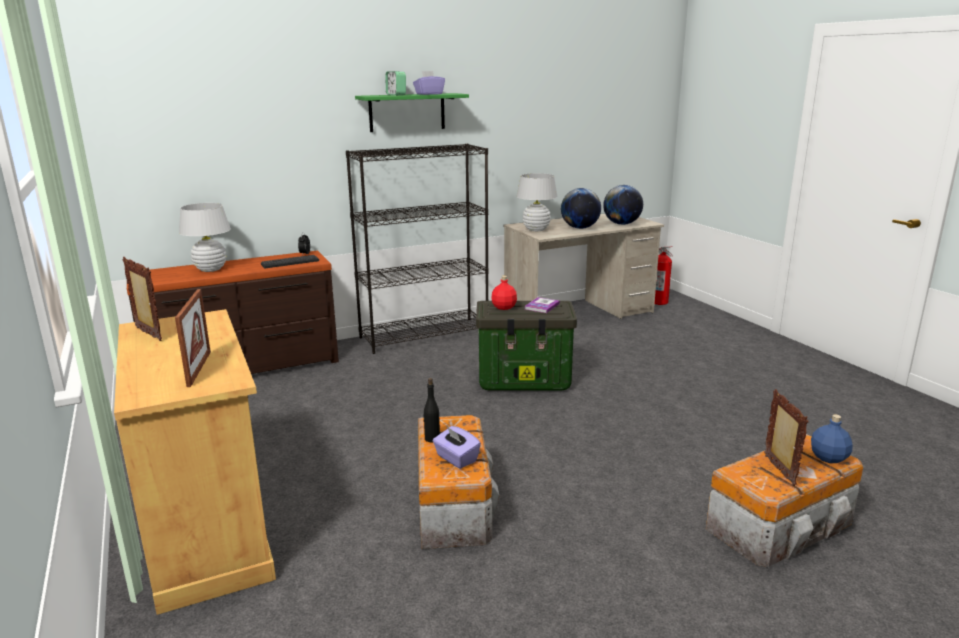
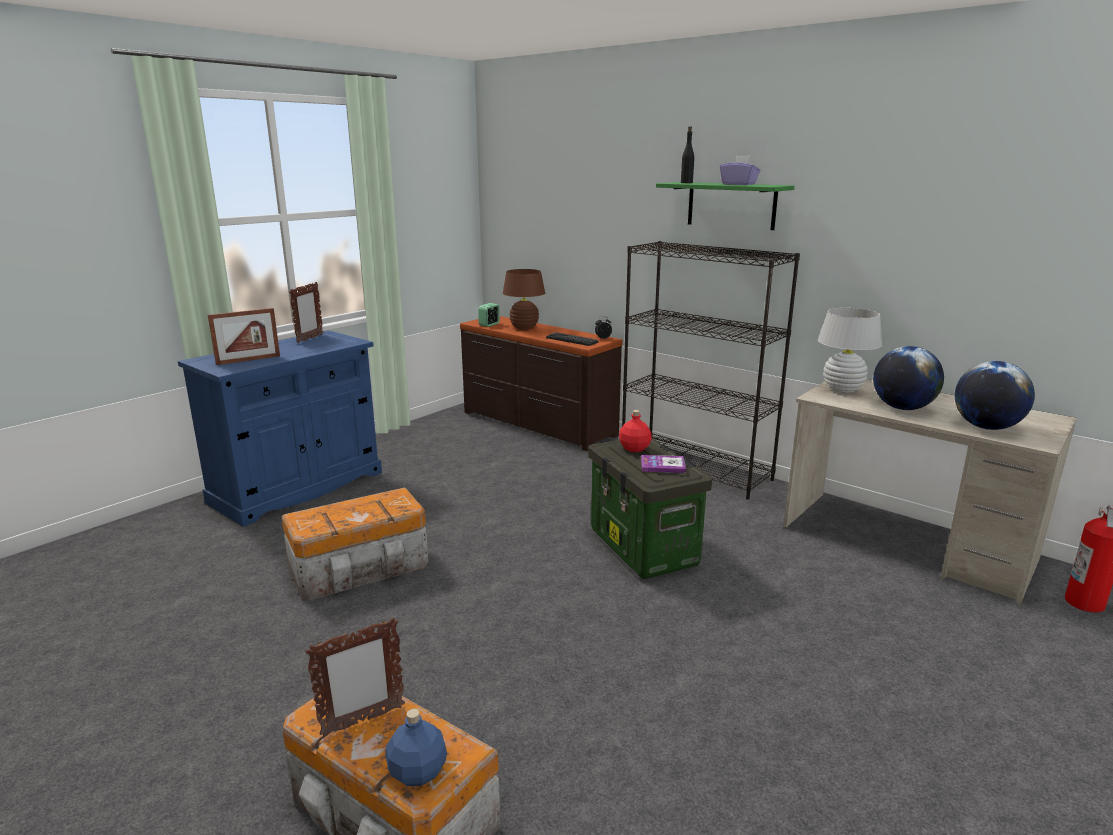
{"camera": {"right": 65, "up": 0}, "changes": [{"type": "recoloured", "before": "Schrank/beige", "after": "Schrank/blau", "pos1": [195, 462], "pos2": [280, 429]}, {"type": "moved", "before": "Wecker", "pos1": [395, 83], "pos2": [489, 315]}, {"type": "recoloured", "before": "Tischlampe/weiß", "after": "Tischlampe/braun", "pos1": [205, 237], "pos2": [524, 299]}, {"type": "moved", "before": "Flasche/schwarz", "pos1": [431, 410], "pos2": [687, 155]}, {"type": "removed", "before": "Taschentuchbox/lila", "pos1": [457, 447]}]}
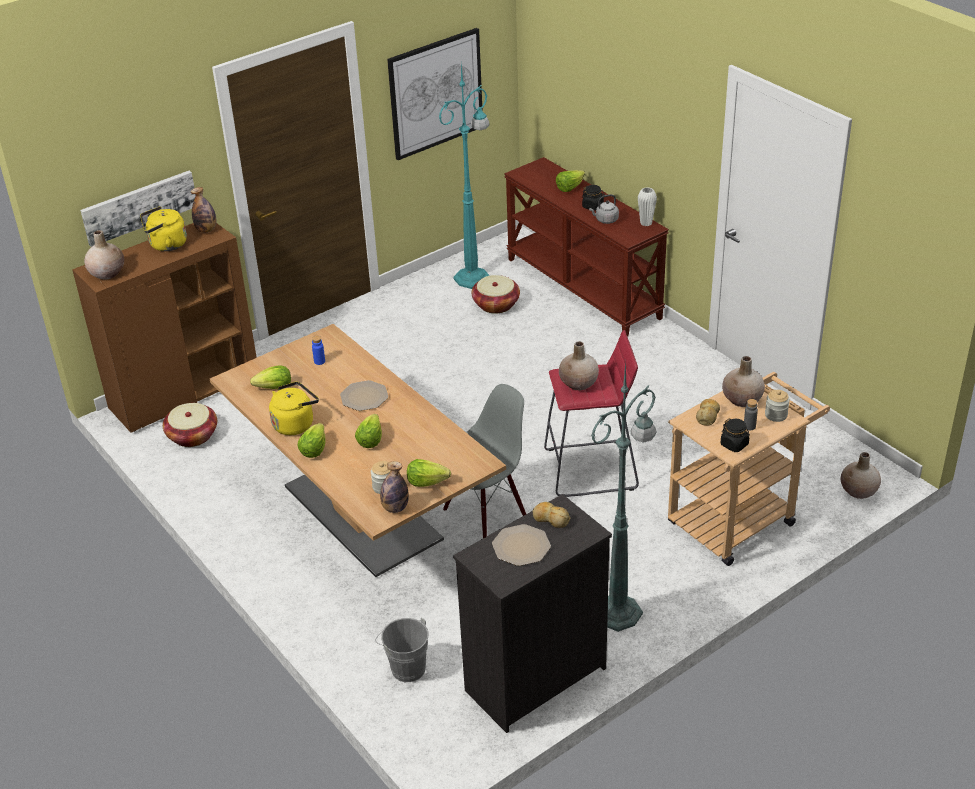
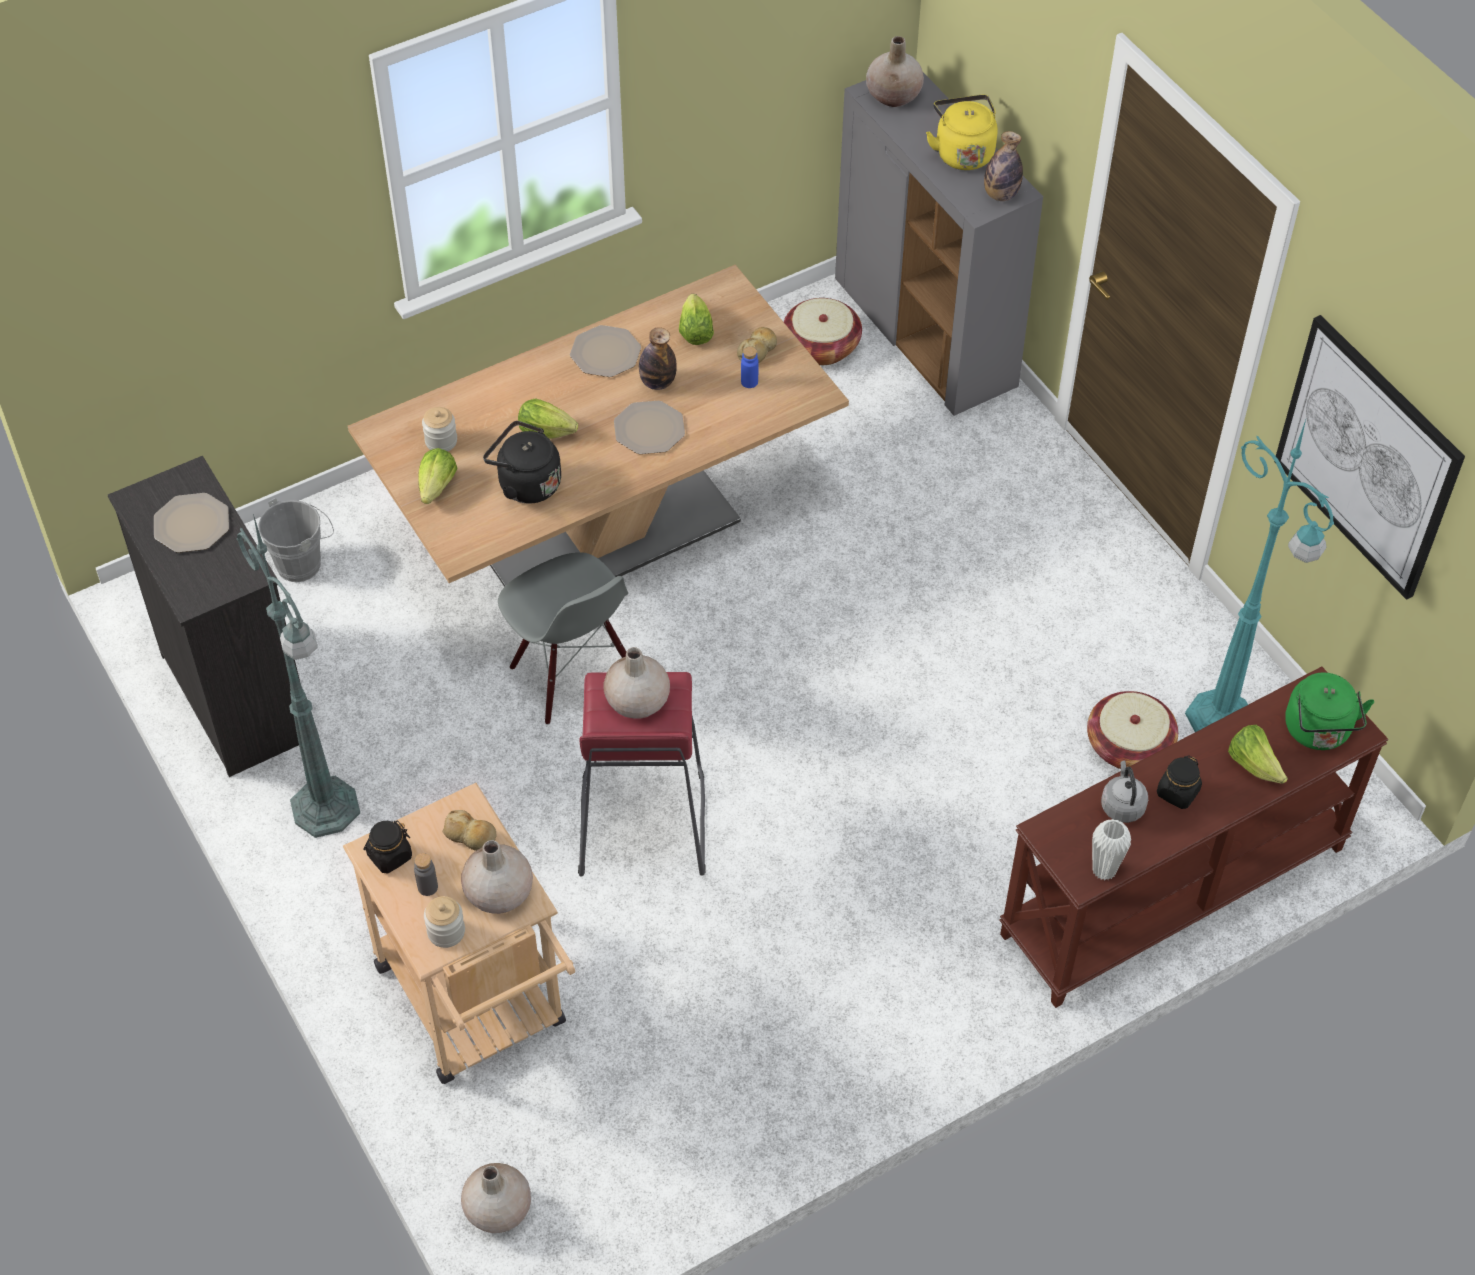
{"camera": {"right": 95, "up": 15}, "changes": [{"type": "added", "after": "Wasserkessel/schwarz", "pos2": [522, 462]}, {"type": "replaced", "before": "Wasserkessel/gelb", "after": "Teller", "pos1": [294, 408], "pos2": [605, 351]}, {"type": "moved", "before": "Flasche", "pos1": [394, 487], "pos2": [658, 358]}, {"type": "moved", "before": "Brot", "pos1": [551, 515], "pos2": [757, 345]}, {"type": "recoloured", "before": "Schrank/braun", "after": "Schrank/grau", "pos1": [164, 328], "pos2": [939, 244]}, {"type": "added", "after": "Wasserkessel/grün", "pos2": [1329, 711]}, {"type": "removed", "before": "Bild", "pos1": [138, 209]}, {"type": "removed", "before": "Salatkopf", "pos1": [312, 440]}]}
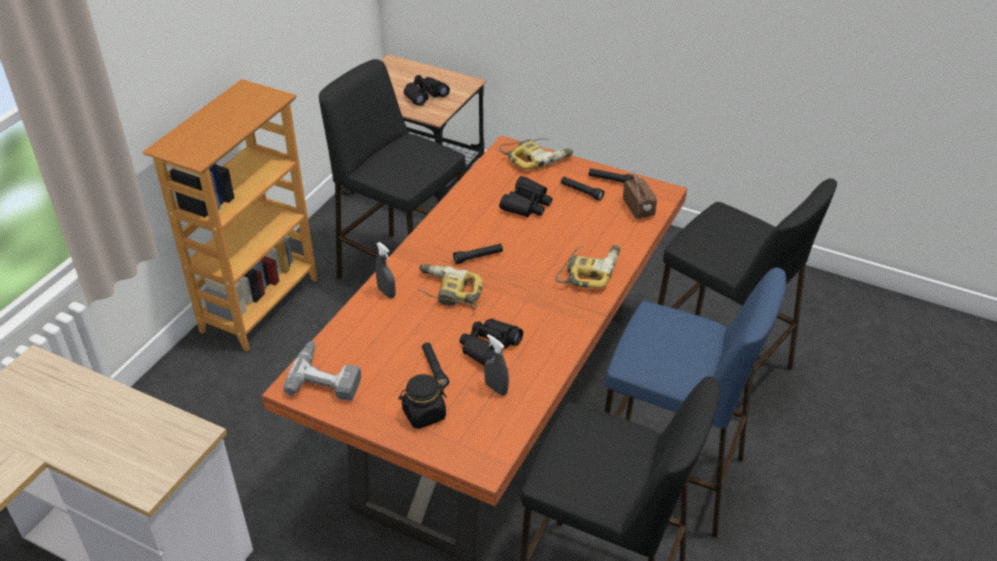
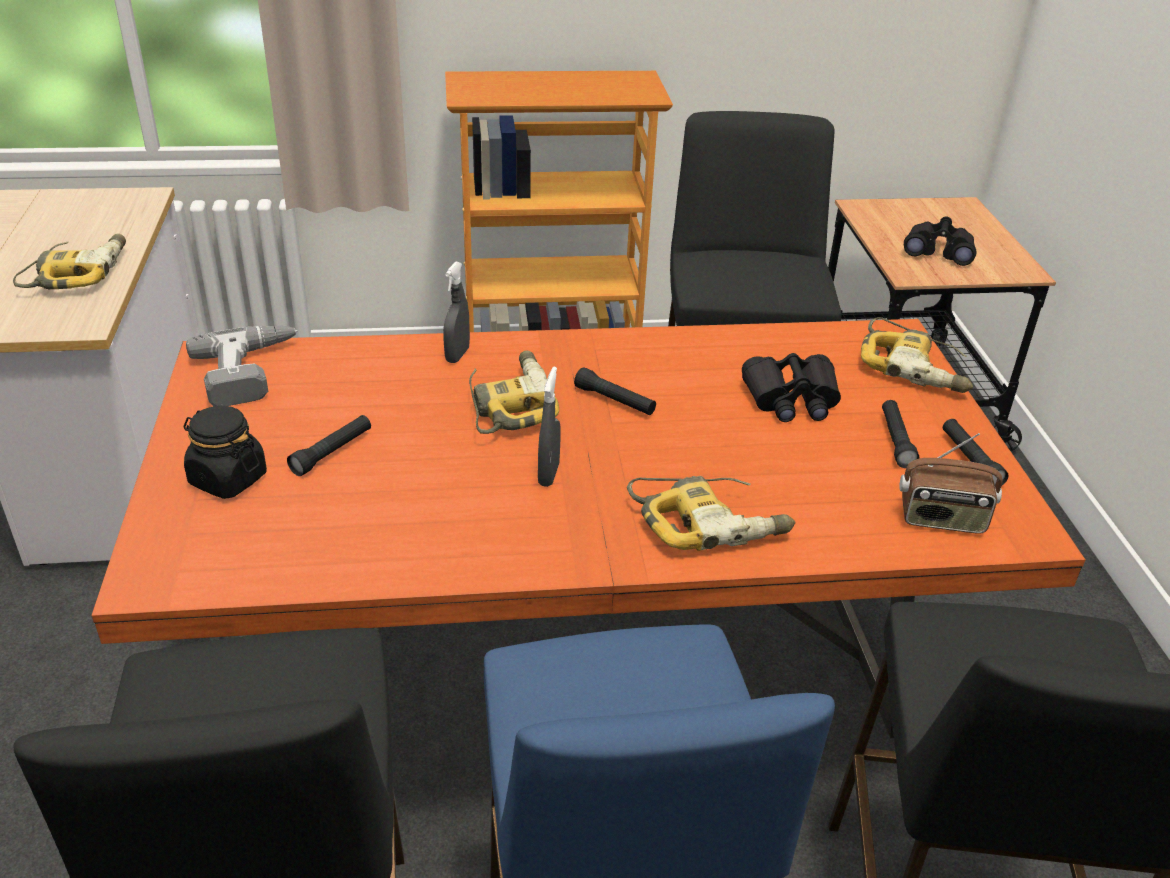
{"camera": {"right": 55, "up": -5}, "changes": [{"type": "added", "after": "Bohrmaschine", "pos2": [69, 261]}, {"type": "moved", "before": "Sprühflasche/grau", "pos1": [496, 365], "pos2": [549, 427]}, {"type": "turned", "before": "Radio", "pos1": [640, 194], "pos2": [951, 483], "turn": 60}, {"type": "removed", "before": "Fernglas/schwarz", "pos1": [491, 342]}]}
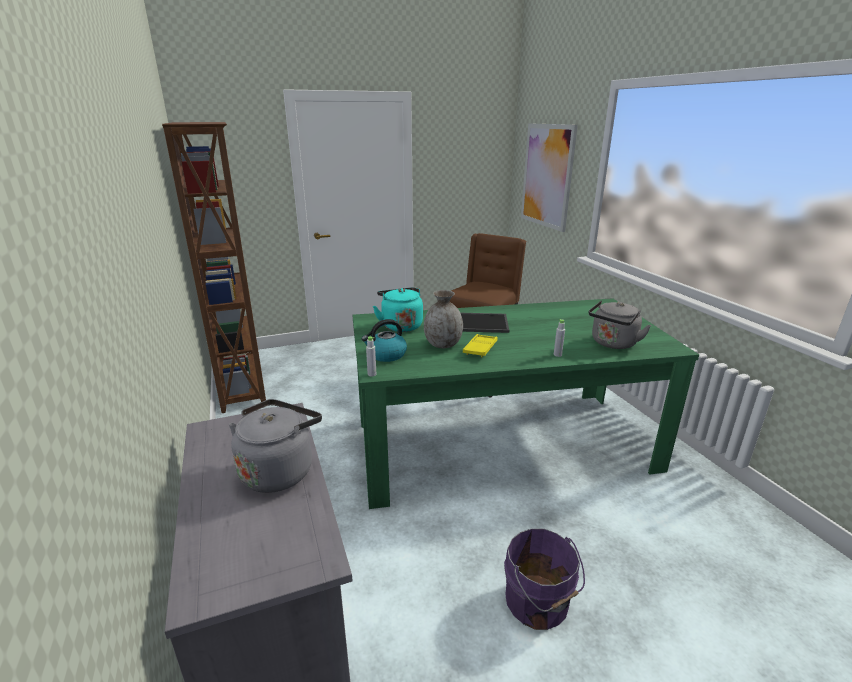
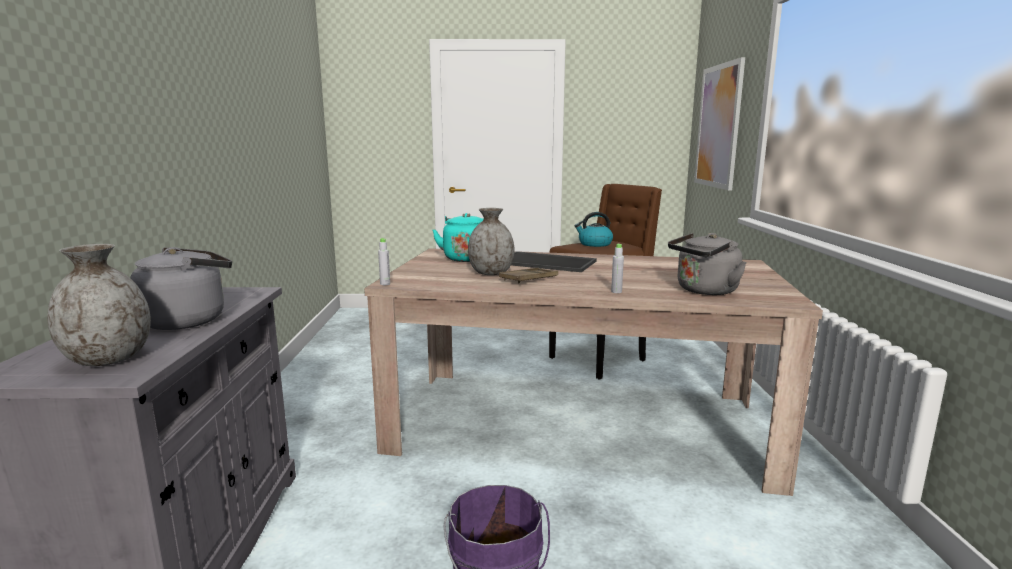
{"camera": {"right": 20, "up": -10}, "changes": [{"type": "added", "after": "Vase/grau", "pos2": [99, 305]}, {"type": "recoloured", "before": "Esstisch/grün", "after": "Esstisch/beige", "pos1": [525, 403], "pos2": [593, 372]}, {"type": "recoloured", "before": "Tablett/gelb", "after": "Tablett/braun", "pos1": [480, 345], "pos2": [528, 275]}, {"type": "moved", "before": "Wasserkessel", "pos1": [384, 340], "pos2": [593, 229]}, {"type": "removed", "before": "Bücherregal/braun", "pos1": [214, 267]}]}
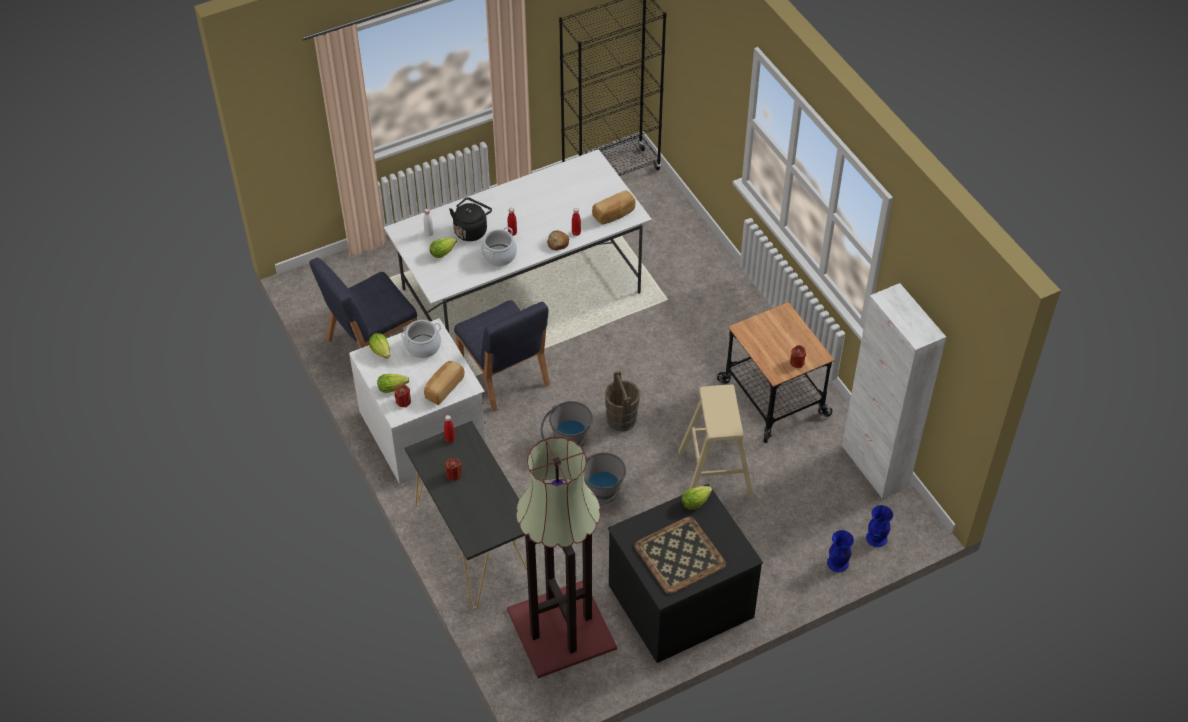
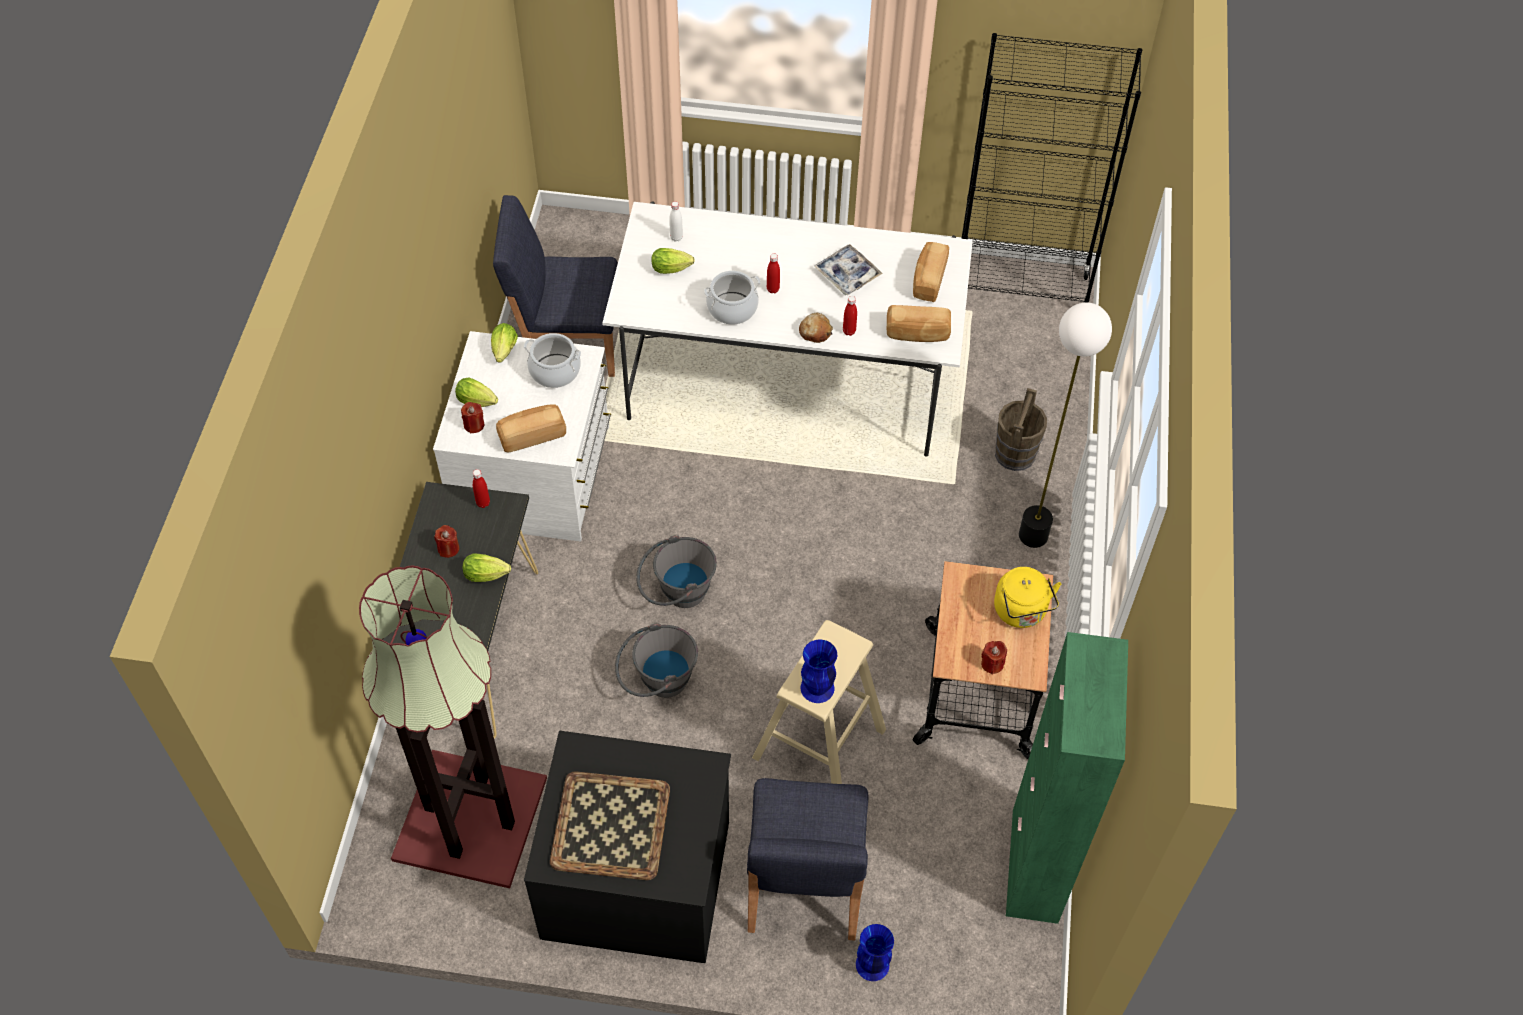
{"camera": {"right": 35, "up": 5}, "changes": [{"type": "moved", "before": "Salatkopf", "pos1": [697, 498], "pos2": [487, 568]}, {"type": "moved", "before": "Stuhl/blau", "pos1": [502, 355], "pos2": [807, 859]}, {"type": "moved", "before": "Vase/blau", "pos1": [879, 526], "pos2": [819, 671]}, {"type": "added", "after": "Tablett", "pos2": [848, 270]}, {"type": "added", "after": "Brot", "pos2": [931, 272]}, {"type": "added", "after": "Wasserkessel/gelb", "pos2": [1027, 597]}, {"type": "moved", "before": "Eimer/braun", "pos1": [622, 401], "pos2": [1021, 429]}, {"type": "recoloured", "before": "Schrank/weiß", "after": "Schrank/grün", "pos1": [894, 390], "pos2": [1067, 778]}, {"type": "added", "after": "Stehlampe", "pos2": [1065, 425]}, {"type": "removed", "before": "Wasserkessel/schwarz", "pos1": [470, 219]}]}
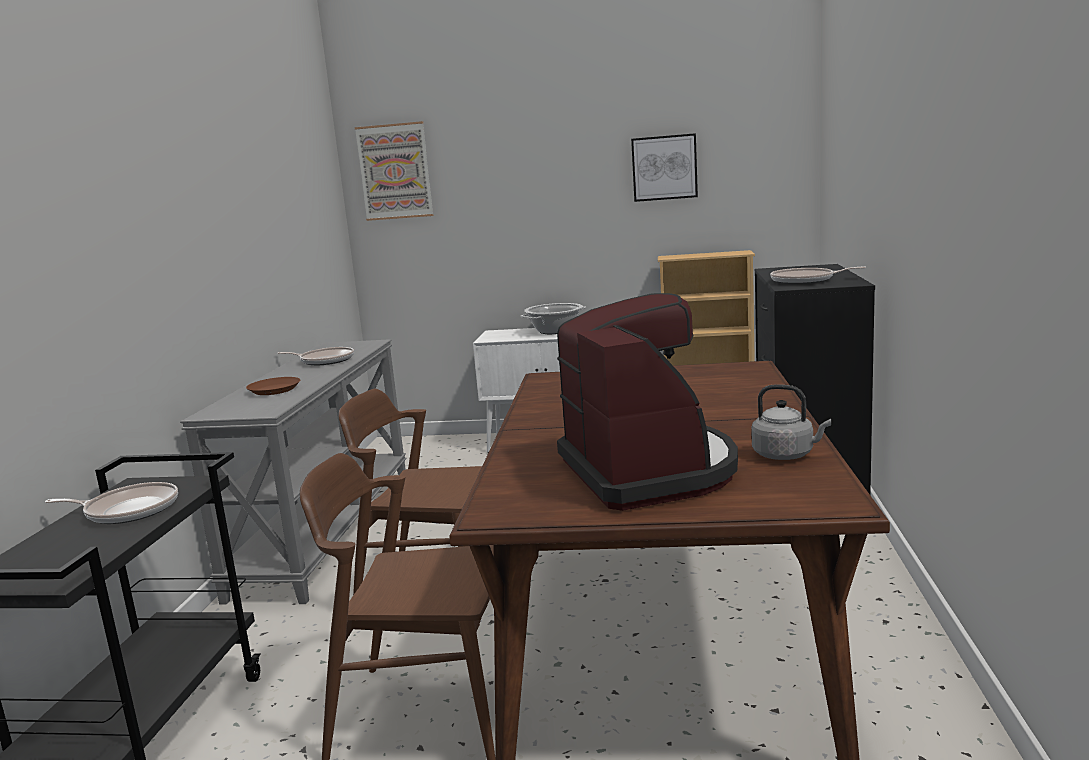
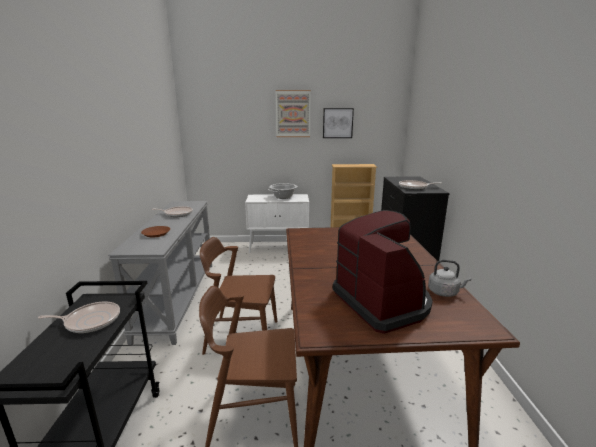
{"camera": {"right": -10, "up": 5}, "changes": [{"type": "moved", "before": "Bild", "pos1": [394, 171], "pos2": [293, 113]}]}
